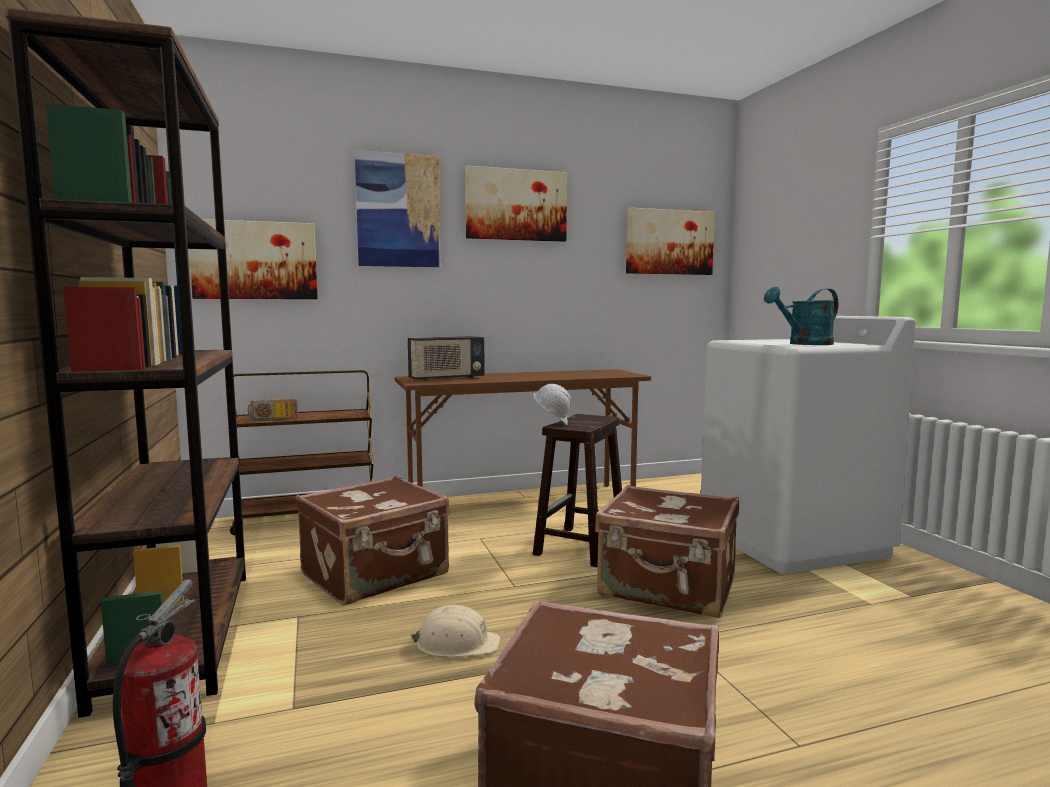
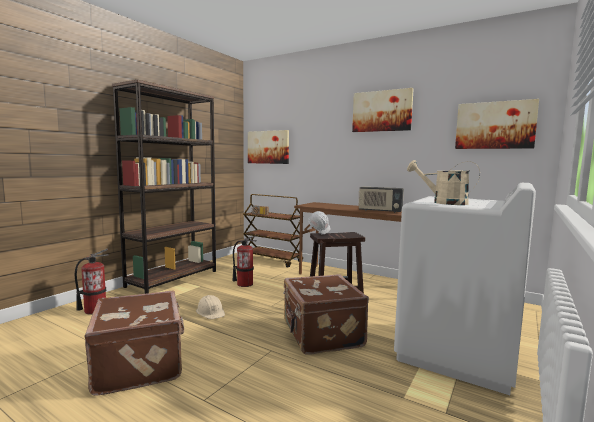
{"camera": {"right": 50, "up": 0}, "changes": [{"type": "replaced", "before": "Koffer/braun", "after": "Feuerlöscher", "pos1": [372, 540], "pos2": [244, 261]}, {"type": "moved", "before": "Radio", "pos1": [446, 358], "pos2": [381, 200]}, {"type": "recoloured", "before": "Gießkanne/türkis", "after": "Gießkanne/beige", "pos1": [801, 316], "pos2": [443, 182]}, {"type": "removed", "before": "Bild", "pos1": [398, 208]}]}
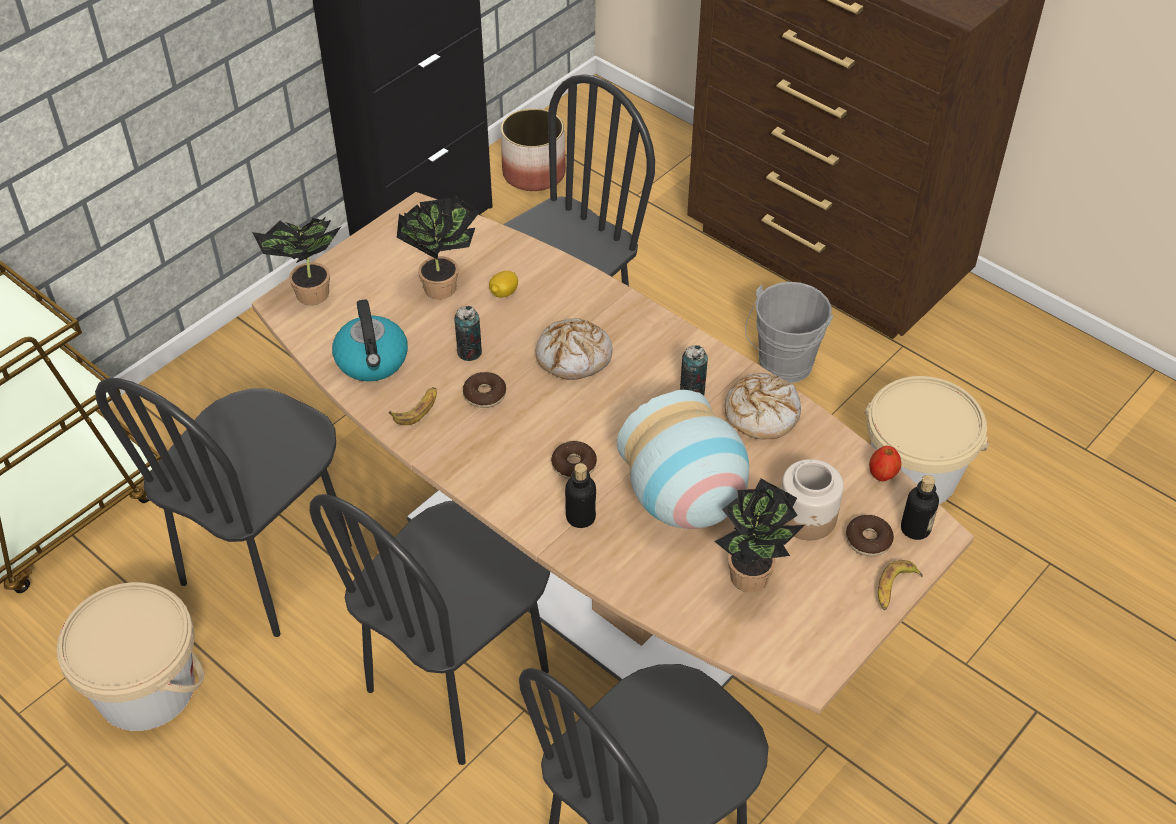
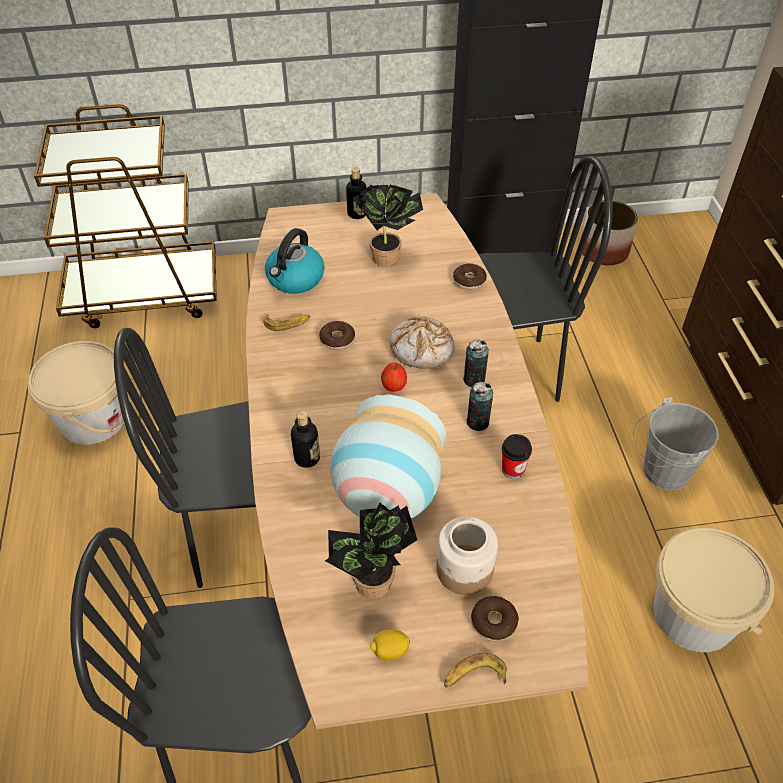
{"camera": {"right": 40, "up": 0}, "changes": [{"type": "moved", "before": "Flasche", "pos1": [920, 507], "pos2": [356, 193]}, {"type": "moved", "before": "Zitrone", "pos1": [503, 284], "pos2": [390, 645]}, {"type": "moved", "before": "Apfel", "pos1": [885, 463], "pos2": [394, 377]}, {"type": "moved", "before": "Donut", "pos1": [574, 460], "pos2": [470, 276]}, {"type": "moved", "before": "Dose", "pos1": [468, 333], "pos2": [476, 363]}, {"type": "replaced", "before": "Brot", "after": "Tasse", "pos1": [763, 406], "pos2": [517, 456]}, {"type": "removed", "before": "Stuhl/schwarz", "pos1": [223, 507]}, {"type": "removed", "before": "Topfpflanze", "pos1": [296, 260]}]}
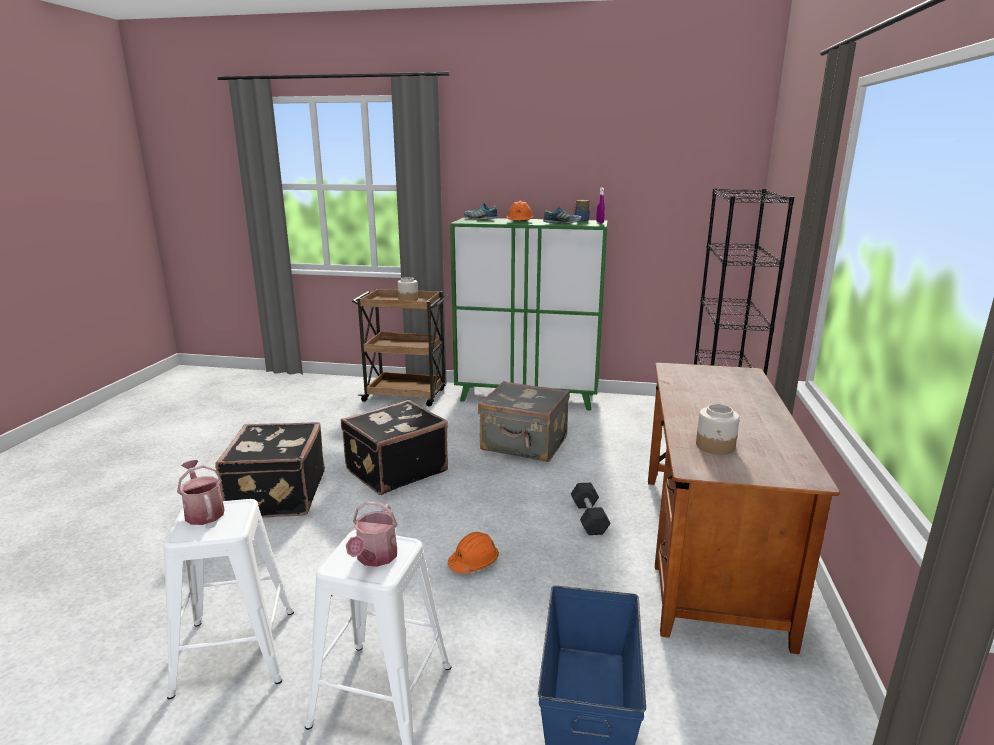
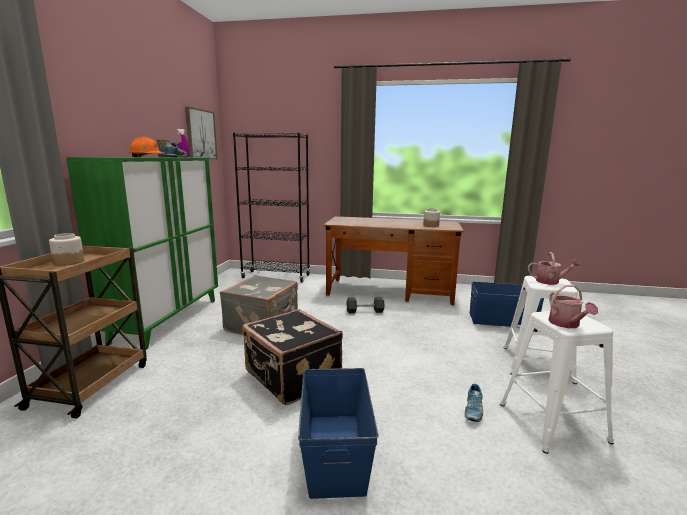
{"camera": {"right": -90, "up": -5}, "changes": [{"type": "added", "after": "Bild", "pos2": [201, 133]}, {"type": "replaced", "before": "Koffer/schwarz", "after": "Aufbewahrungsbox/blau", "pos1": [270, 470], "pos2": [338, 433]}, {"type": "moved", "before": "Schuh", "pos1": [481, 211], "pos2": [474, 403]}, {"type": "turned", "before": "Gießkanne", "pos1": [200, 492], "pos2": [573, 306], "turn": -60}, {"type": "removed", "before": "Schutzhelm/orange", "pos1": [473, 552]}]}
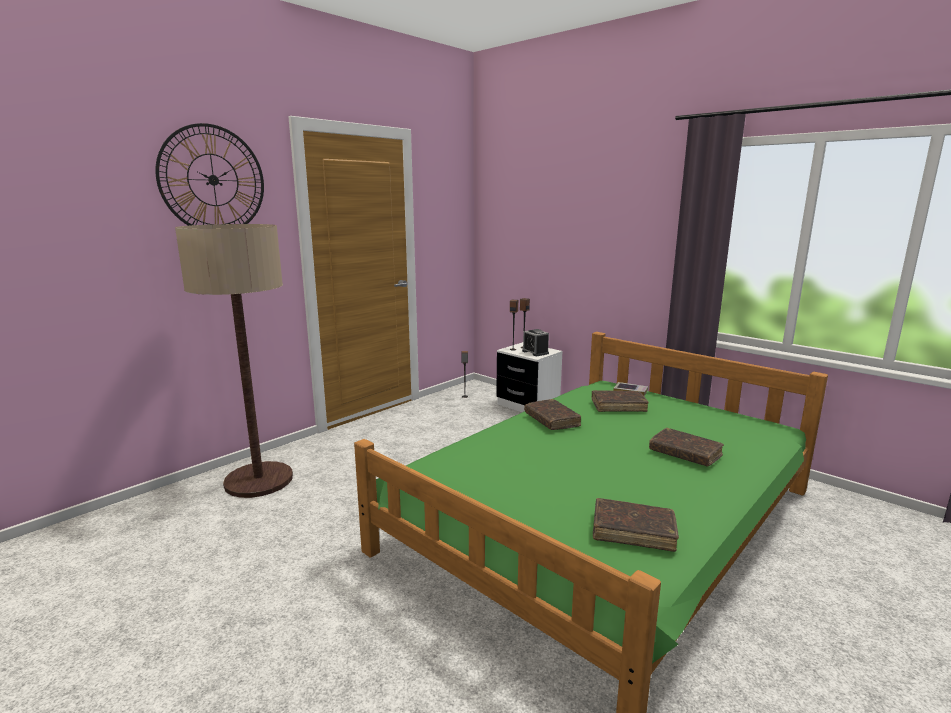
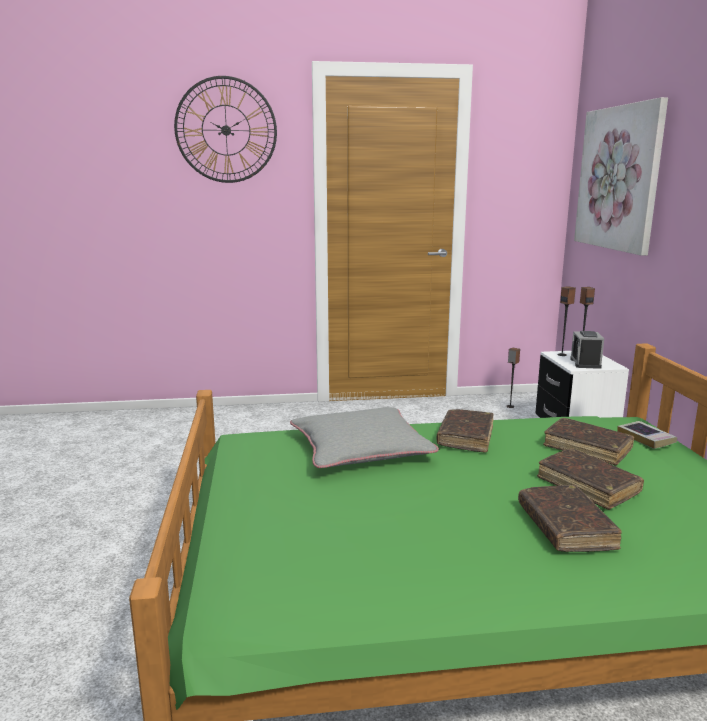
{"camera": {"right": 40, "up": 0}, "changes": [{"type": "added", "after": "Kissen/grau", "pos2": [364, 437]}, {"type": "moved", "before": "Buch/braun", "pos1": [636, 525], "pos2": [590, 479]}, {"type": "added", "after": "Bild", "pos2": [621, 176]}, {"type": "removed", "before": "Stehlampe", "pos1": [234, 361]}]}
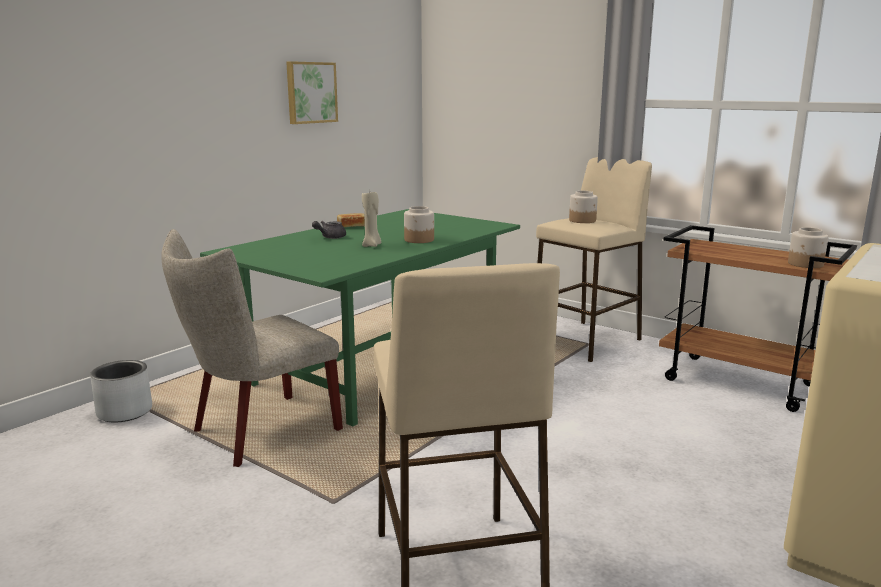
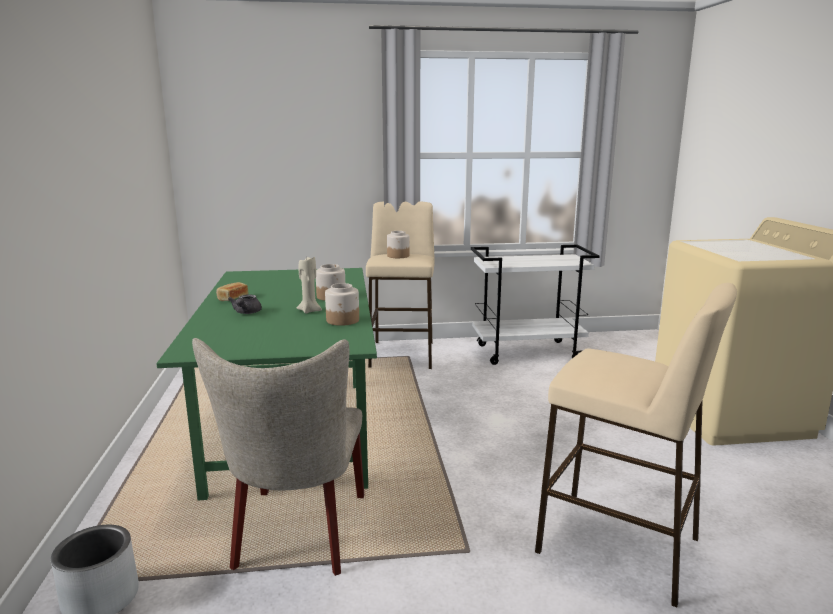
{"camera": {"right": -45, "up": 0}, "changes": [{"type": "moved", "before": "Vorratsglas", "pos1": [808, 247], "pos2": [342, 304]}, {"type": "recoloured", "before": "Rollwagen/braun", "after": "Rollwagen/weiß", "pos1": [758, 318], "pos2": [535, 305]}, {"type": "removed", "before": "Bild", "pos1": [312, 92]}]}
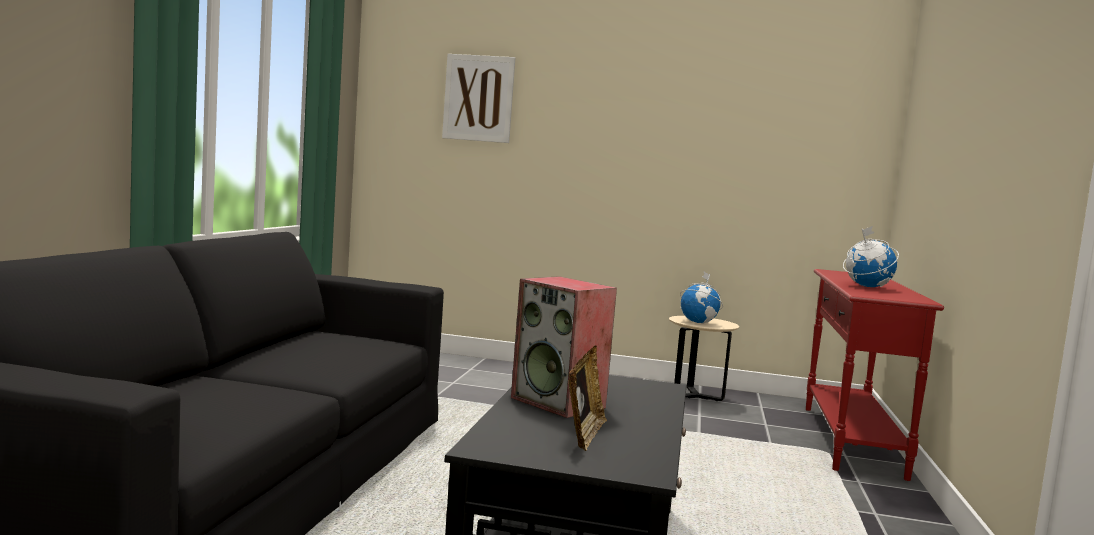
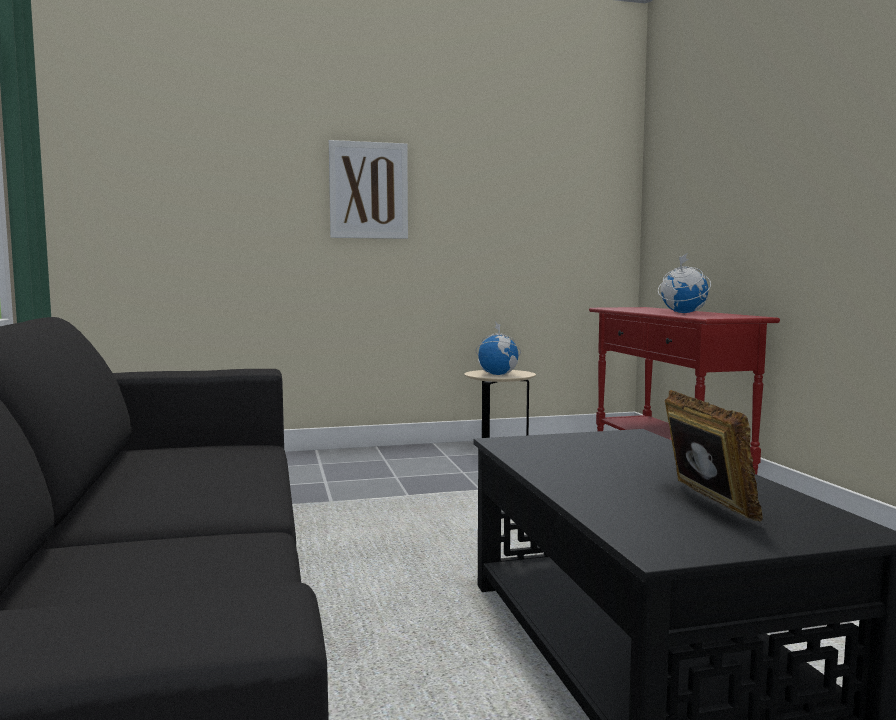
{"camera": {"right": -25, "up": 0}, "changes": [{"type": "moved", "before": "Bild", "pos1": [478, 98], "pos2": [368, 189]}, {"type": "removed", "before": "Lautsprecher", "pos1": [564, 347]}]}
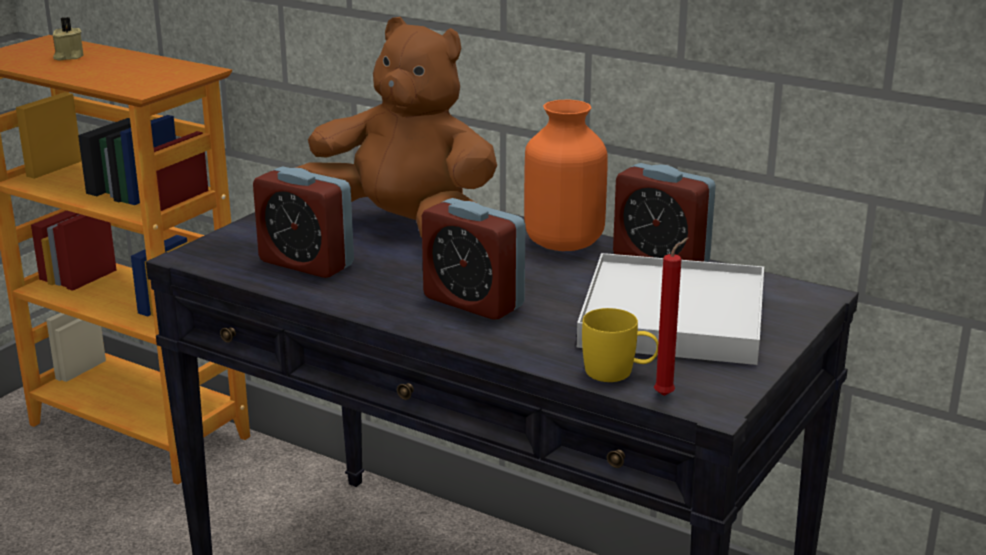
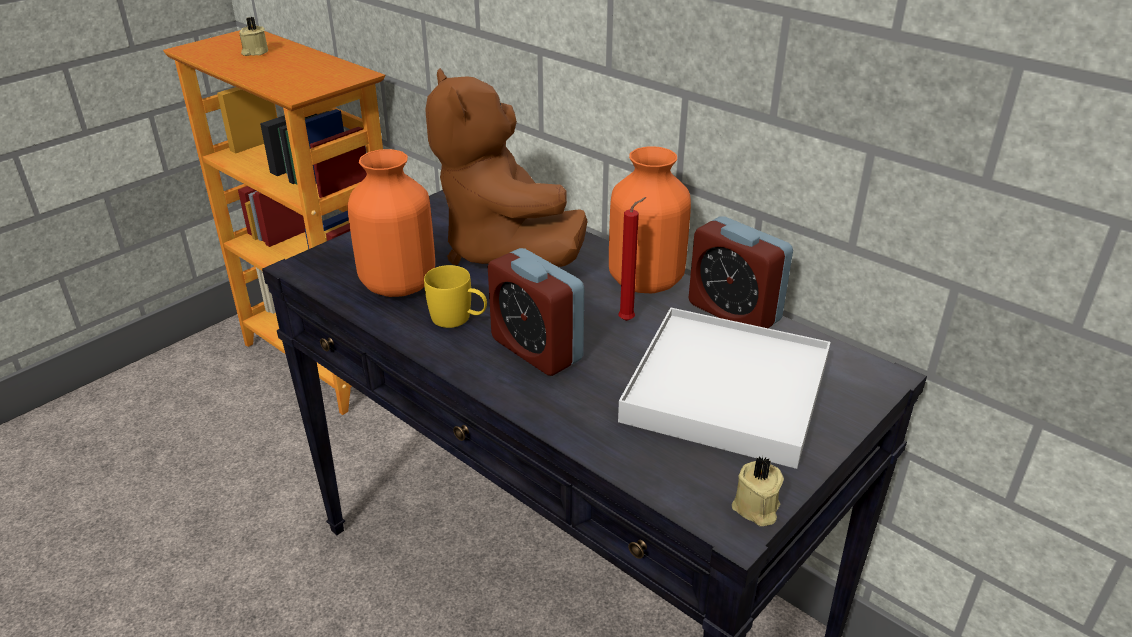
{"camera": {"right": 10, "up": 10}, "changes": [{"type": "replaced", "before": "Wecker", "after": "Vase/orange", "pos1": [303, 222], "pos2": [391, 223]}, {"type": "moved", "before": "Henkelbecher/gelb", "pos1": [620, 345], "pos2": [455, 296]}, {"type": "turned", "before": "Plüschtier/braun", "pos1": [396, 127], "pos2": [506, 167], "turn": -150}, {"type": "moved", "before": "Kerze/rot", "pos1": [671, 316], "pos2": [632, 259]}, {"type": "added", "after": "Kerze/beige", "pos2": [758, 491]}]}
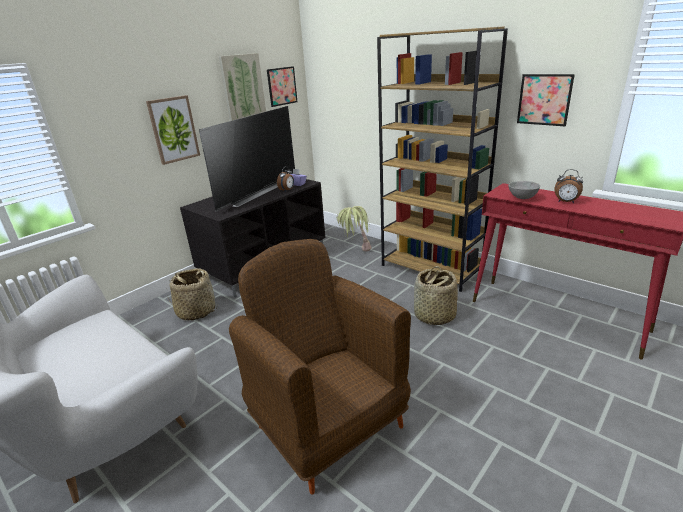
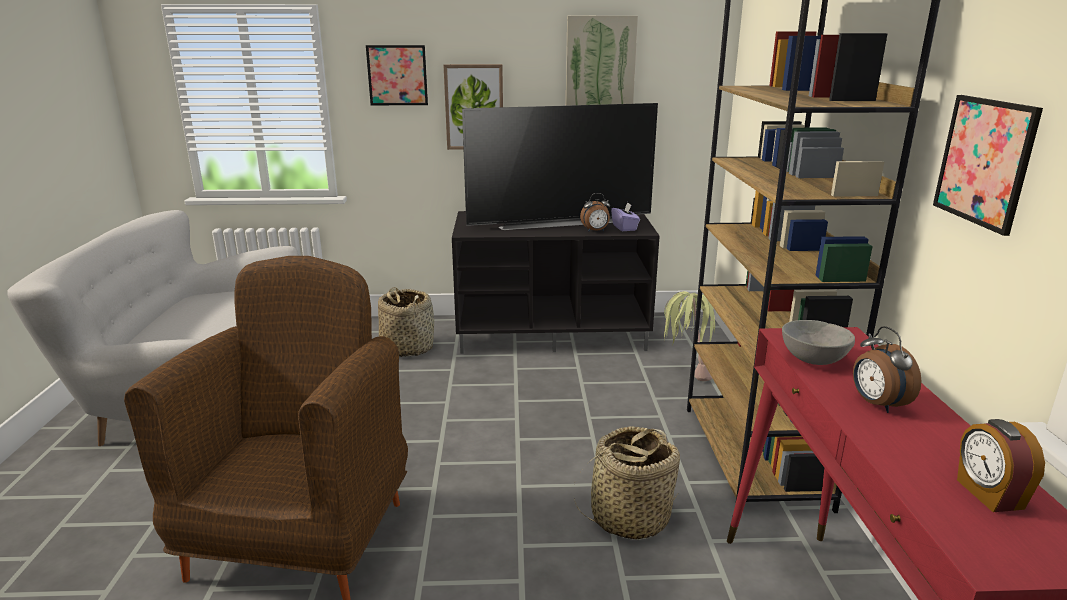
{"camera": {"right": 45, "up": -5}, "changes": [{"type": "moved", "before": "Bild", "pos1": [282, 86], "pos2": [397, 75]}, {"type": "added", "after": "Wecker", "pos2": [1001, 465]}]}
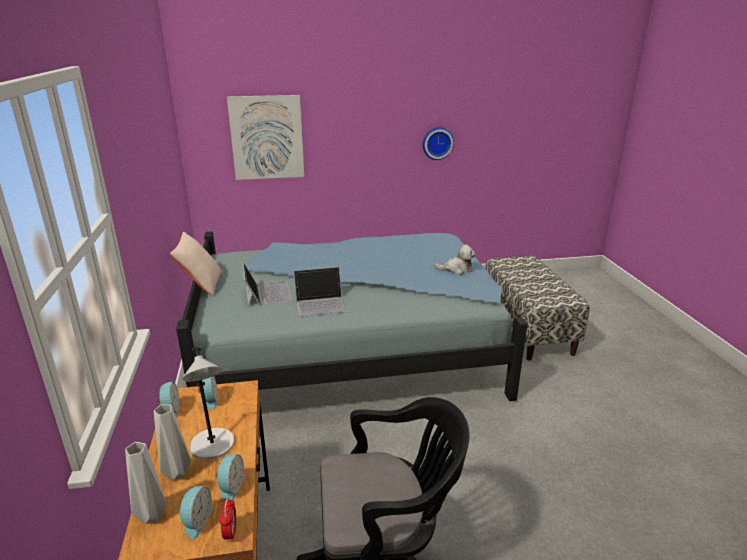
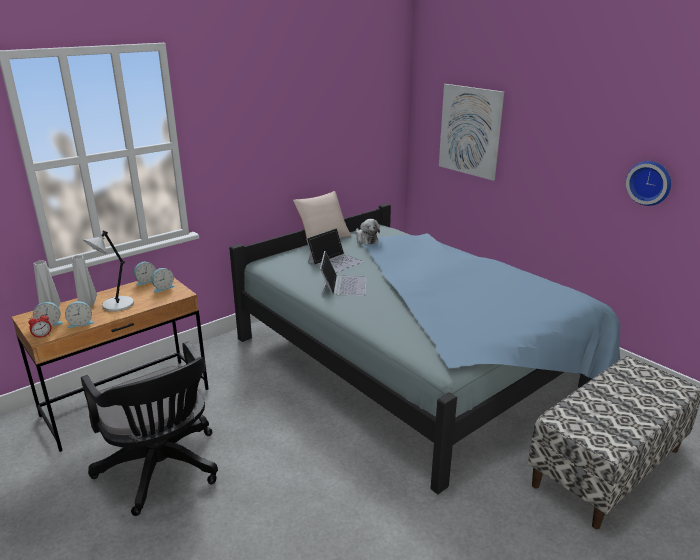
{"camera": {"right": 60, "up": 0}, "changes": [{"type": "turned", "before": "Laptop", "pos1": [320, 292], "pos2": [343, 273], "turn": -135}, {"type": "moved", "before": "Plüschtier", "pos1": [455, 260], "pos2": [368, 231]}]}
